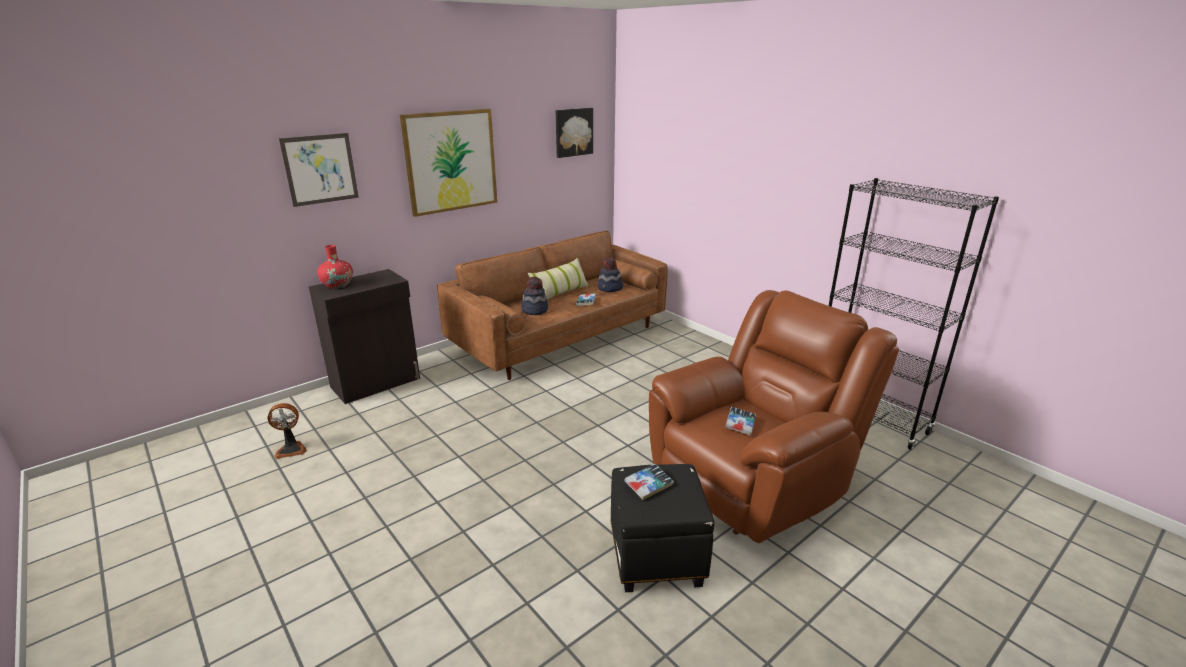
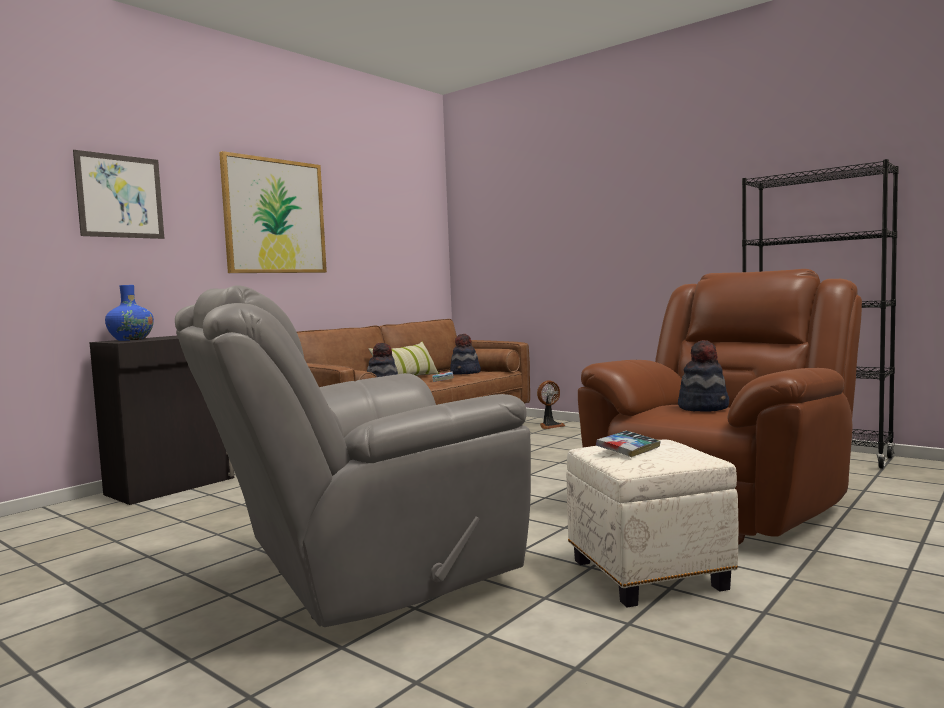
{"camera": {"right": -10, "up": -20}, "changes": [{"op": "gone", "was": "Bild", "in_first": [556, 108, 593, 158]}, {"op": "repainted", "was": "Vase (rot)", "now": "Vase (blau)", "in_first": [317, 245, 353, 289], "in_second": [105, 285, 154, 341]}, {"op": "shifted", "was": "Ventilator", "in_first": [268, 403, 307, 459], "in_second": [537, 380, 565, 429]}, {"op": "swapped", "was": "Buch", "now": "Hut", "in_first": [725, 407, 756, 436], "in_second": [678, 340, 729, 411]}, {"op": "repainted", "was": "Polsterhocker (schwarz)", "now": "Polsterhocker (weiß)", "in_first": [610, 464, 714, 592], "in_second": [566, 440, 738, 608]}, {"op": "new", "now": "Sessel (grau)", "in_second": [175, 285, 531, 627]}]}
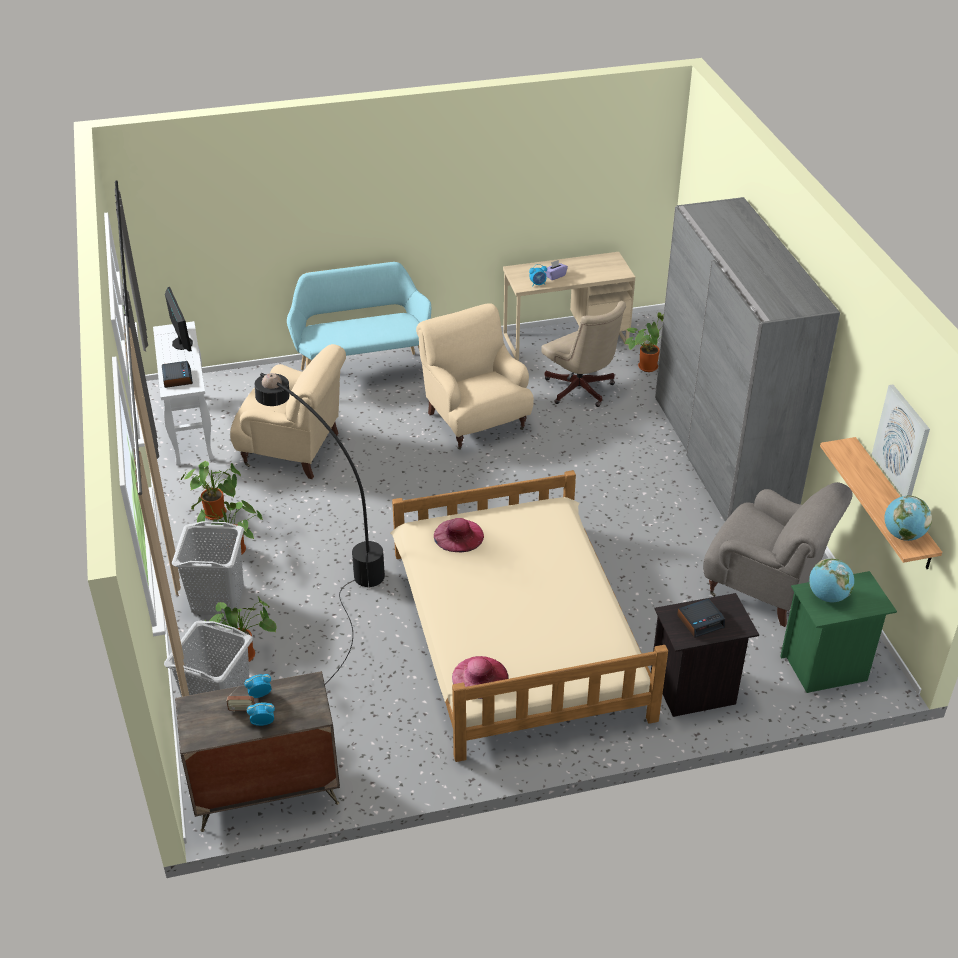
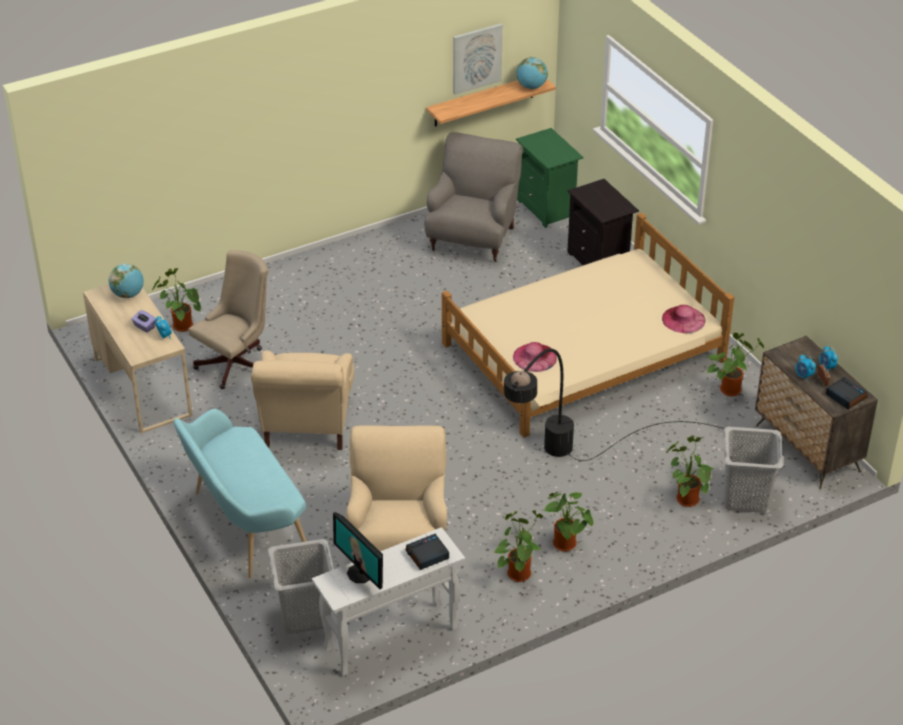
{"camera": {"right": -105, "up": 0}, "changes": [{"op": "gone", "was": "Kleiderschrank (grau)", "in_first": [655, 197, 840, 521]}, {"op": "rotated", "was": "Monitor", "in_first": [165, 287, 193, 352], "in_second": [333, 512, 383, 589], "clockwise": -90}, {"op": "rotated", "was": "Sessel (beige)", "in_first": [416, 303, 534, 450], "in_second": [251, 350, 354, 450], "clockwise": -45}, {"op": "shifted", "was": "Wäschekorb (grau)", "in_first": [172, 521, 244, 615], "in_second": [267, 539, 334, 634]}, {"op": "shifted", "was": "Globus", "in_first": [809, 559, 854, 602], "in_second": [108, 264, 144, 298]}, {"op": "shifted", "was": "Wecker", "in_first": [677, 598, 725, 638], "in_second": [826, 377, 868, 409]}, {"op": "new", "now": "Topfpflanze", "in_second": [707, 333, 764, 396]}]}
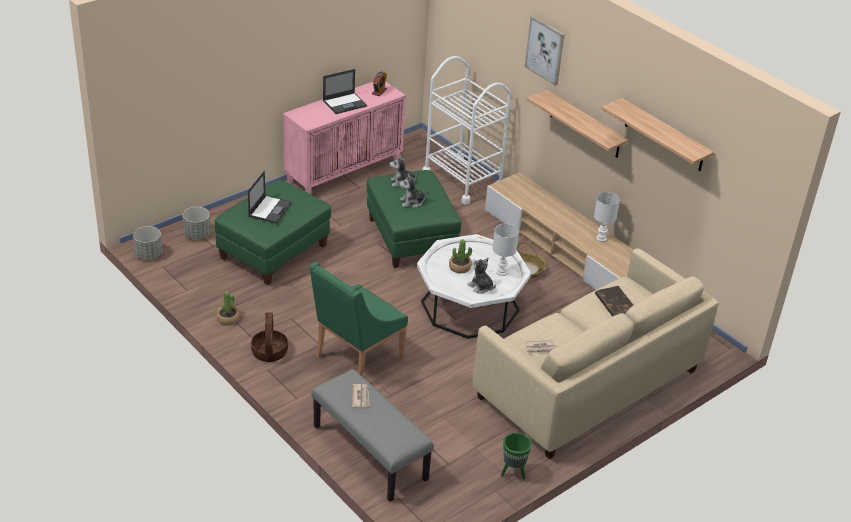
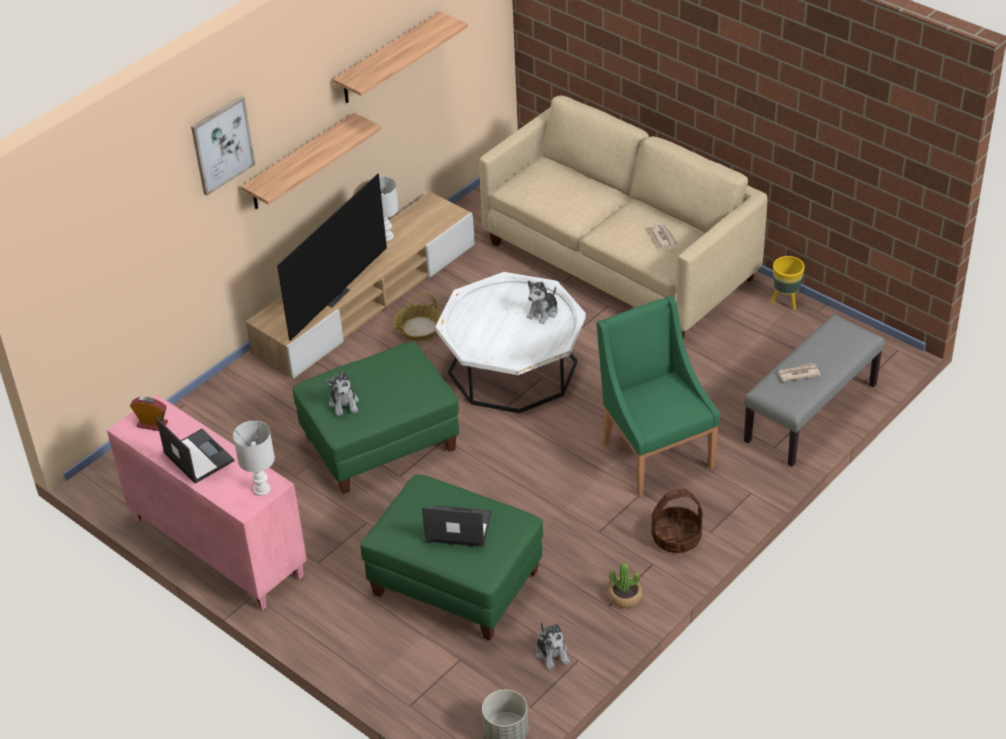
{"camera": {"right": -95, "up": 5}, "changes": [{"op": "gone", "was": "Rollwagen (weiß)", "in_first": [422, 56, 512, 205]}, {"op": "shifted", "was": "Plüschtier", "in_first": [399, 174, 429, 208], "in_second": [536, 622, 570, 670]}, {"op": "gone", "was": "Pflanzkübel (grau)", "in_first": [183, 207, 211, 239]}, {"op": "shifted", "was": "Tischlampe (weiß)", "in_first": [493, 223, 519, 276], "in_second": [233, 421, 275, 496]}, {"op": "gone", "was": "Topfpflanze", "in_first": [449, 239, 472, 273]}, {"op": "rotated", "was": "Sessel (grün)", "in_first": [310, 262, 408, 376], "in_second": [597, 296, 720, 497], "clockwise": -150}, {"op": "gone", "was": "Buch (braun)", "in_first": [595, 286, 633, 317]}, {"op": "repainted", "was": "Pflanzkübel (grün)", "now": "Pflanzkübel (gelb)", "in_first": [501, 433, 532, 480], "in_second": [770, 256, 805, 310]}, {"op": "new", "now": "Fernseher", "in_second": [277, 174, 387, 341]}]}
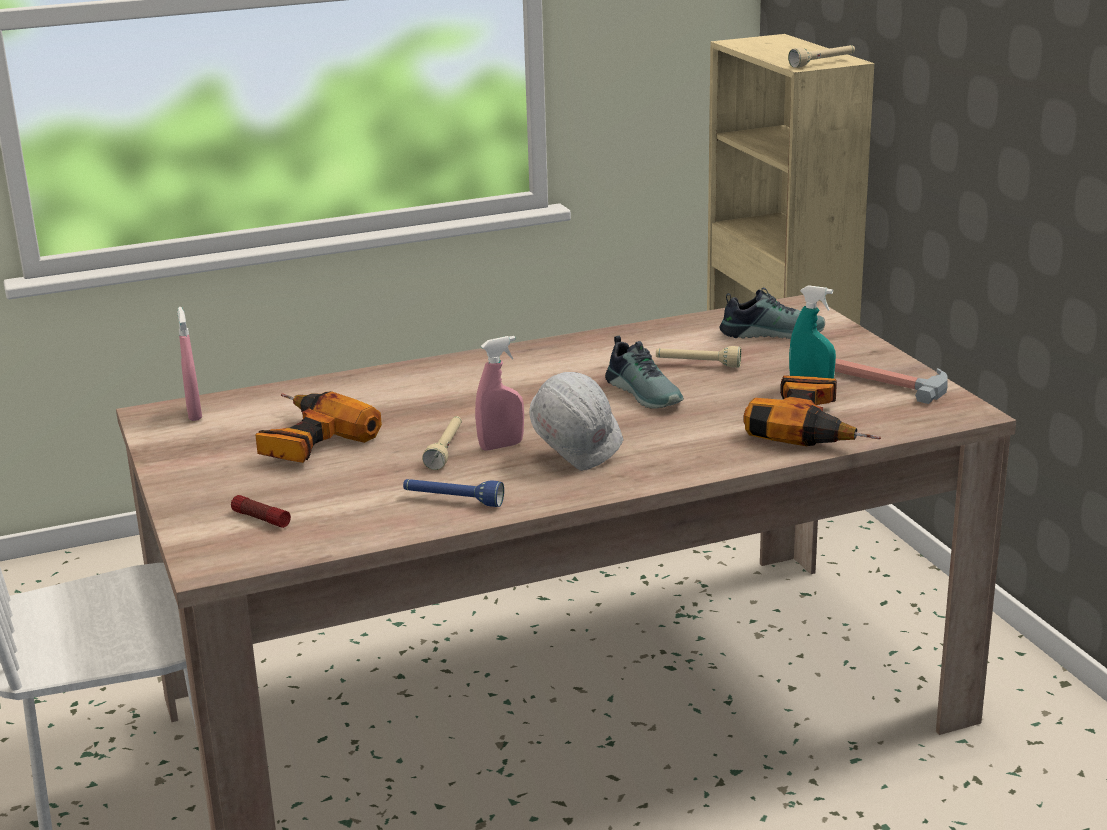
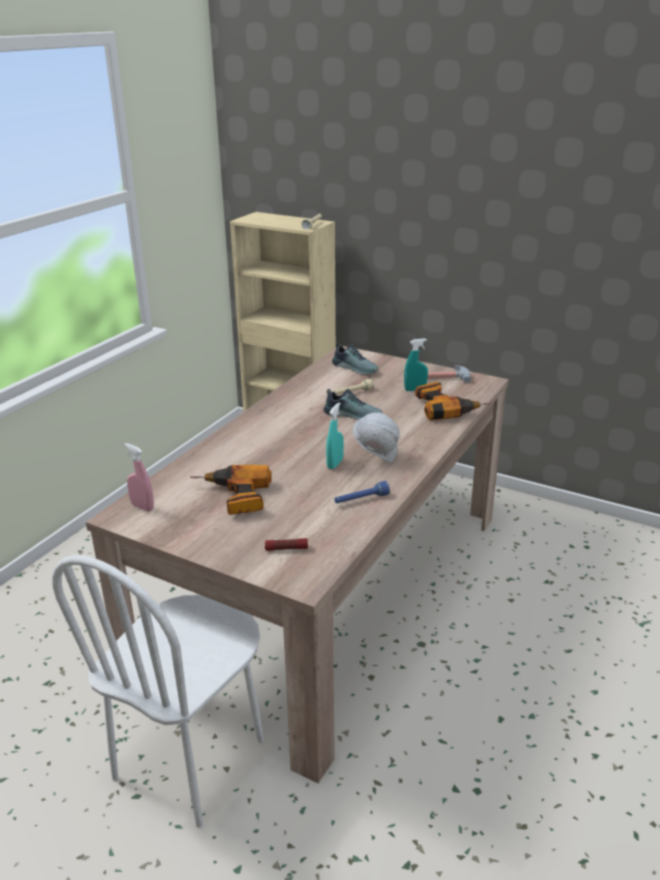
{"camera": {"right": -40, "up": 5}, "changes": [{"op": "rotated", "was": "Schuh", "in_first": [719, 287, 825, 339], "in_second": [332, 343, 379, 375], "clockwise": 75}, {"op": "repainted", "was": "Sprühflasche (rosa)", "now": "Sprühflasche (türkis)", "in_first": [475, 336, 524, 451], "in_second": [326, 402, 344, 469]}, {"op": "gone", "was": "Taschenlampe (beige)", "in_first": [422, 416, 462, 470]}]}
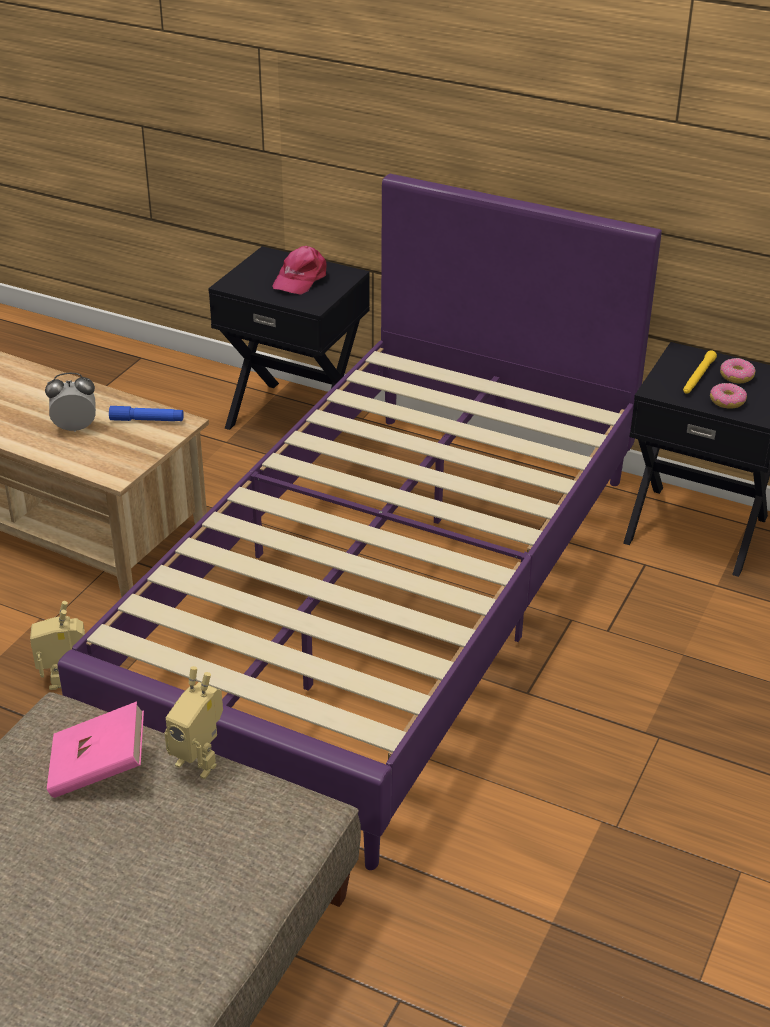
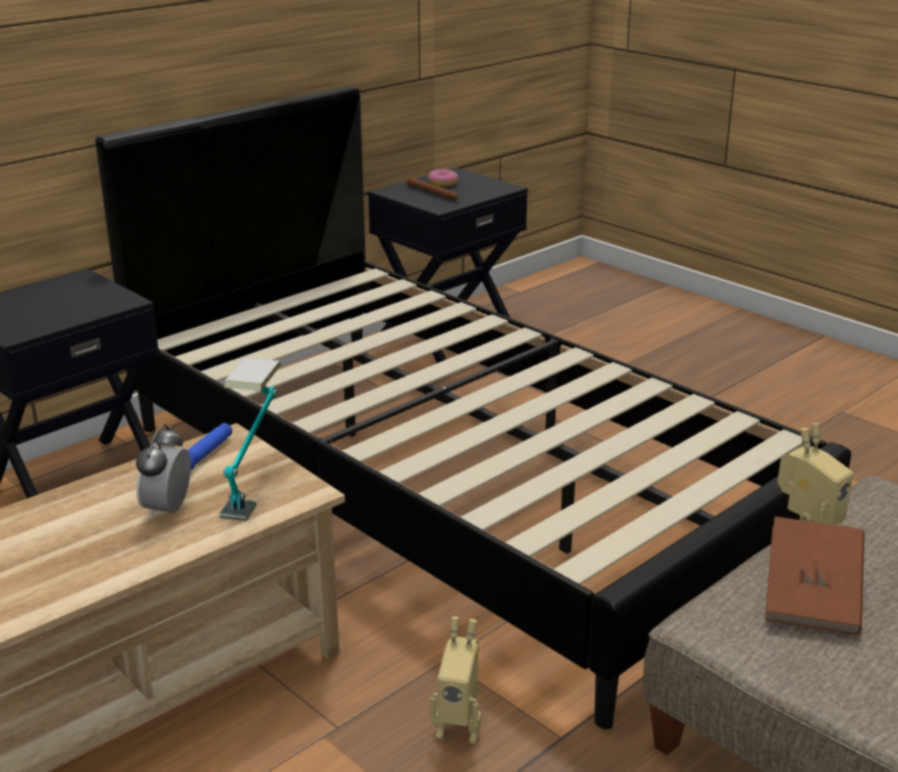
{"camera": {"right": -70, "up": -10}, "changes": [{"op": "repainted", "was": "Bett (lila)", "now": "Bett (schwarz)", "in_first": [58, 174, 662, 870], "in_second": [95, 86, 851, 729]}, {"op": "gone", "was": "Kappe (rosa)", "in_first": [272, 246, 327, 295]}, {"op": "repainted", "was": "Taschenlampe (gelb)", "now": "Taschenlampe (braun)", "in_first": [683, 350, 717, 394], "in_second": [407, 177, 459, 200]}, {"op": "gone", "was": "Donut", "in_first": [710, 383, 747, 409]}, {"op": "repainted", "was": "Buch (rosa)", "now": "Buch (braun)", "in_first": [47, 702, 144, 798], "in_second": [765, 516, 864, 635]}, {"op": "new", "now": "Tischlampe", "in_second": [219, 357, 281, 521]}]}
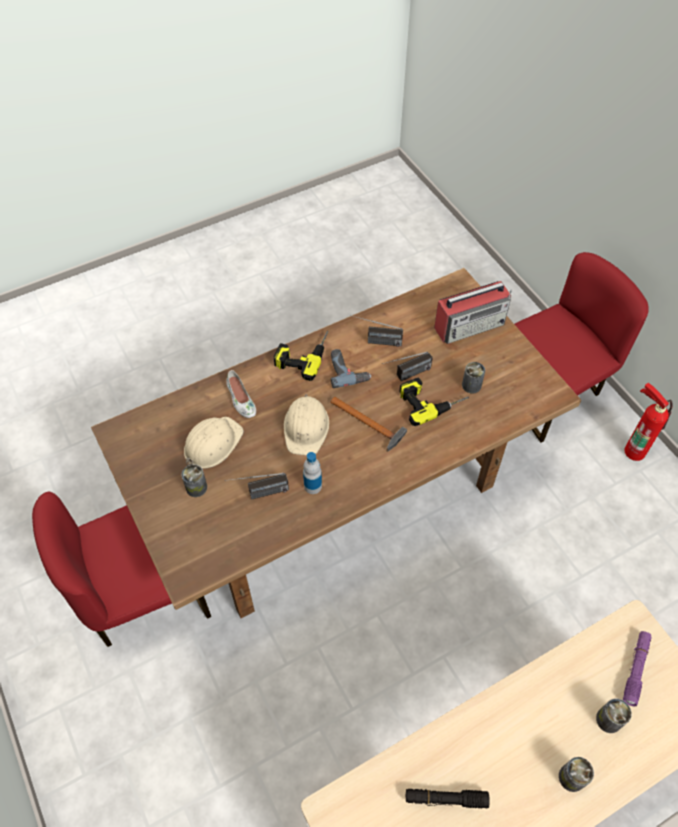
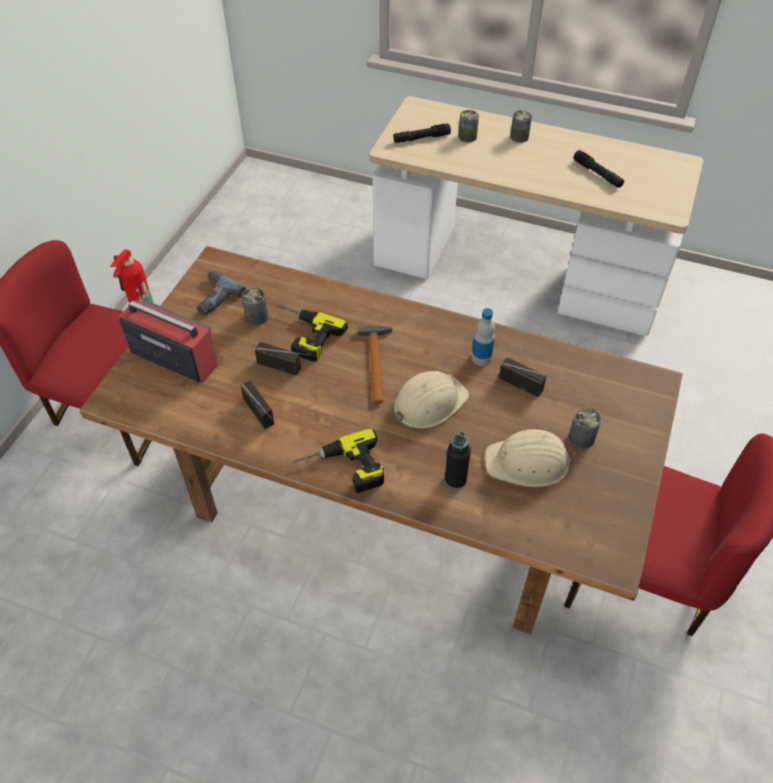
{"camera": {"right": -130, "up": -5}, "changes": [{"op": "shifted", "was": "Bohrmaschine", "in_first": [331, 349, 372, 388], "in_second": [197, 271, 246, 316]}, {"op": "swapped", "was": "Schuh (weiß)", "now": "Flasche (schwarz)", "in_first": [226, 370, 256, 418], "in_second": [445, 432, 471, 489]}, {"op": "repainted", "was": "Taschenlampe (lila)", "now": "Taschenlampe (schwarz)", "in_first": [623, 631, 652, 707], "in_second": [393, 123, 451, 143]}]}
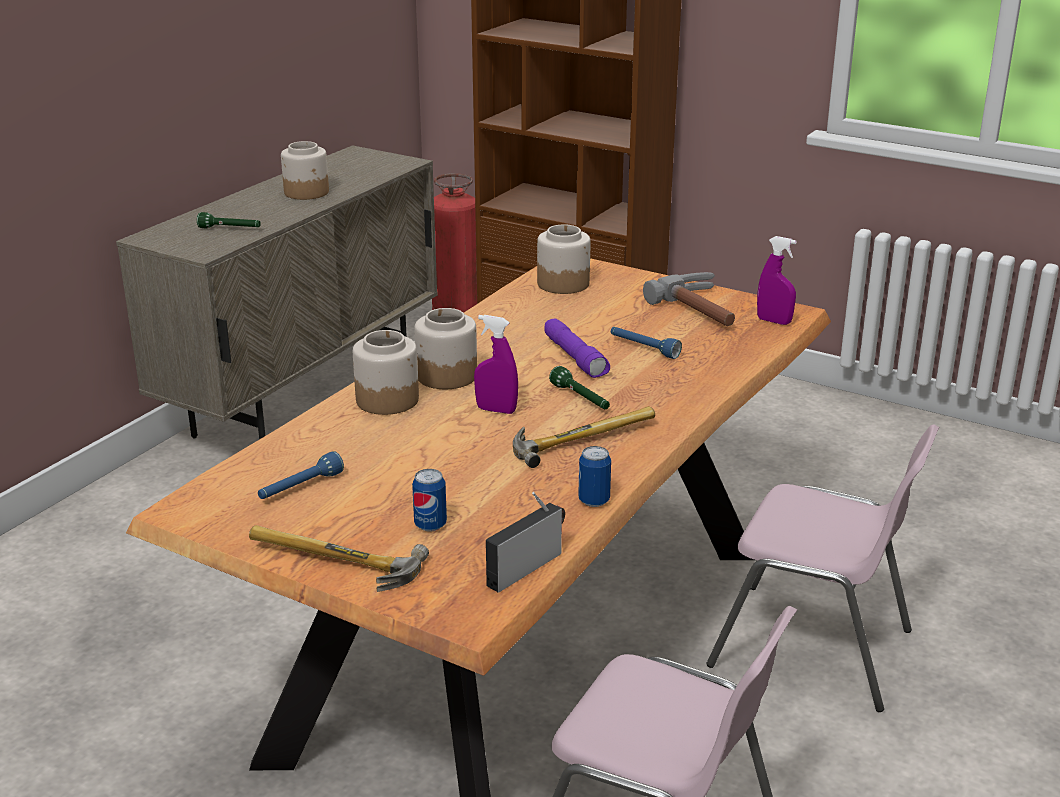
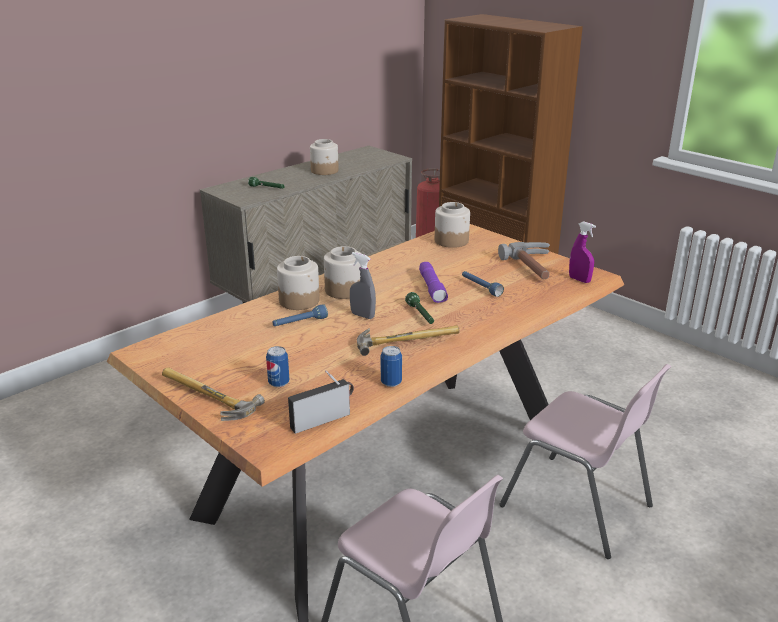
{"camera": {"right": 15, "up": 0}, "changes": [{"op": "repainted", "was": "Sprühflasche (lila)", "now": "Sprühflasche (grau)", "in_first": [474, 315, 518, 414], "in_second": [350, 252, 376, 319]}, {"op": "shifted", "was": "Taschenlampe (blau)", "in_first": [258, 451, 344, 499], "in_second": [272, 304, 328, 326]}]}
